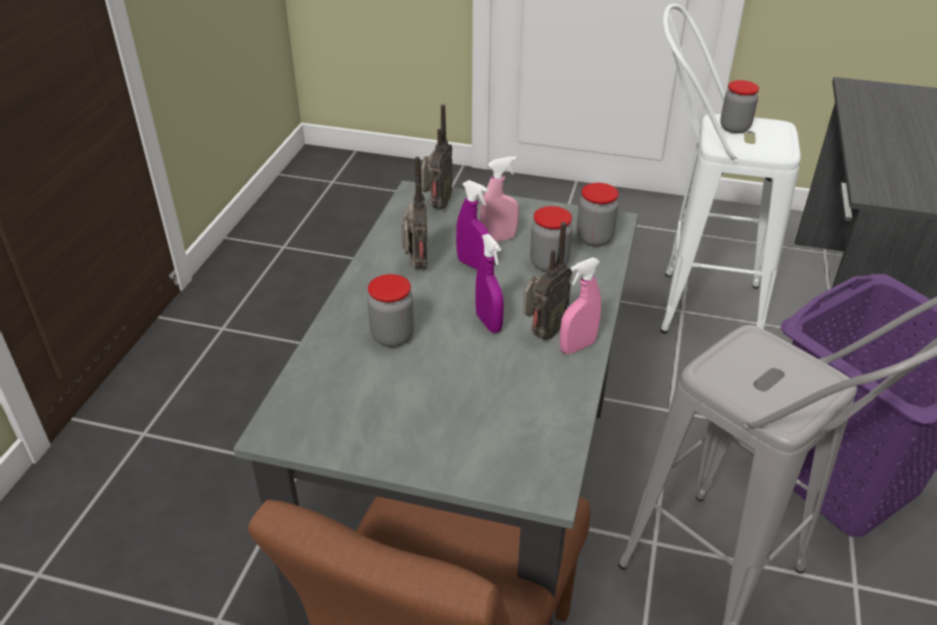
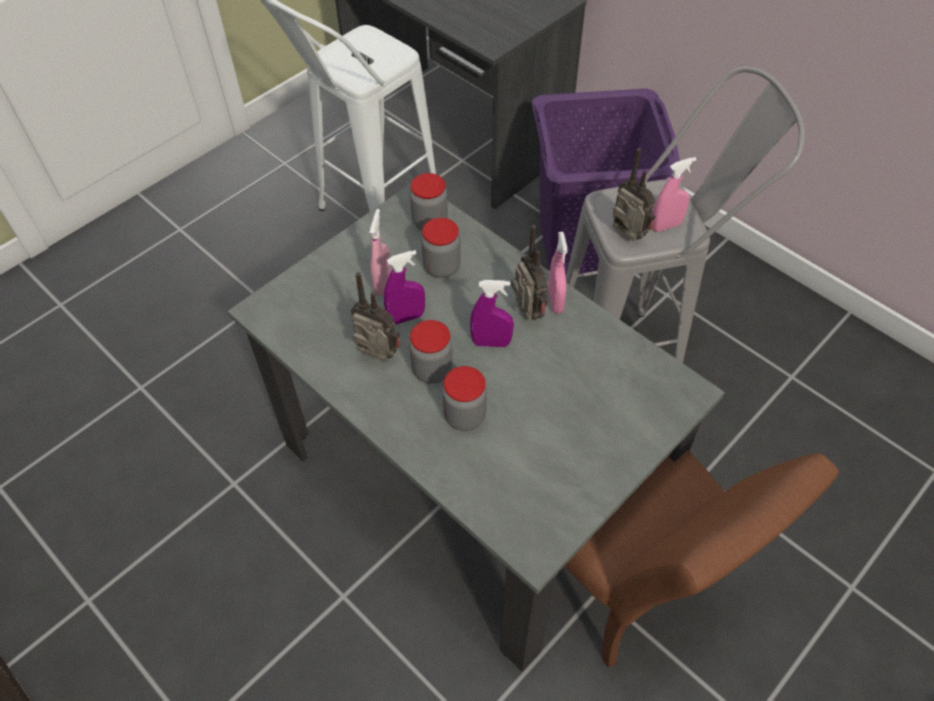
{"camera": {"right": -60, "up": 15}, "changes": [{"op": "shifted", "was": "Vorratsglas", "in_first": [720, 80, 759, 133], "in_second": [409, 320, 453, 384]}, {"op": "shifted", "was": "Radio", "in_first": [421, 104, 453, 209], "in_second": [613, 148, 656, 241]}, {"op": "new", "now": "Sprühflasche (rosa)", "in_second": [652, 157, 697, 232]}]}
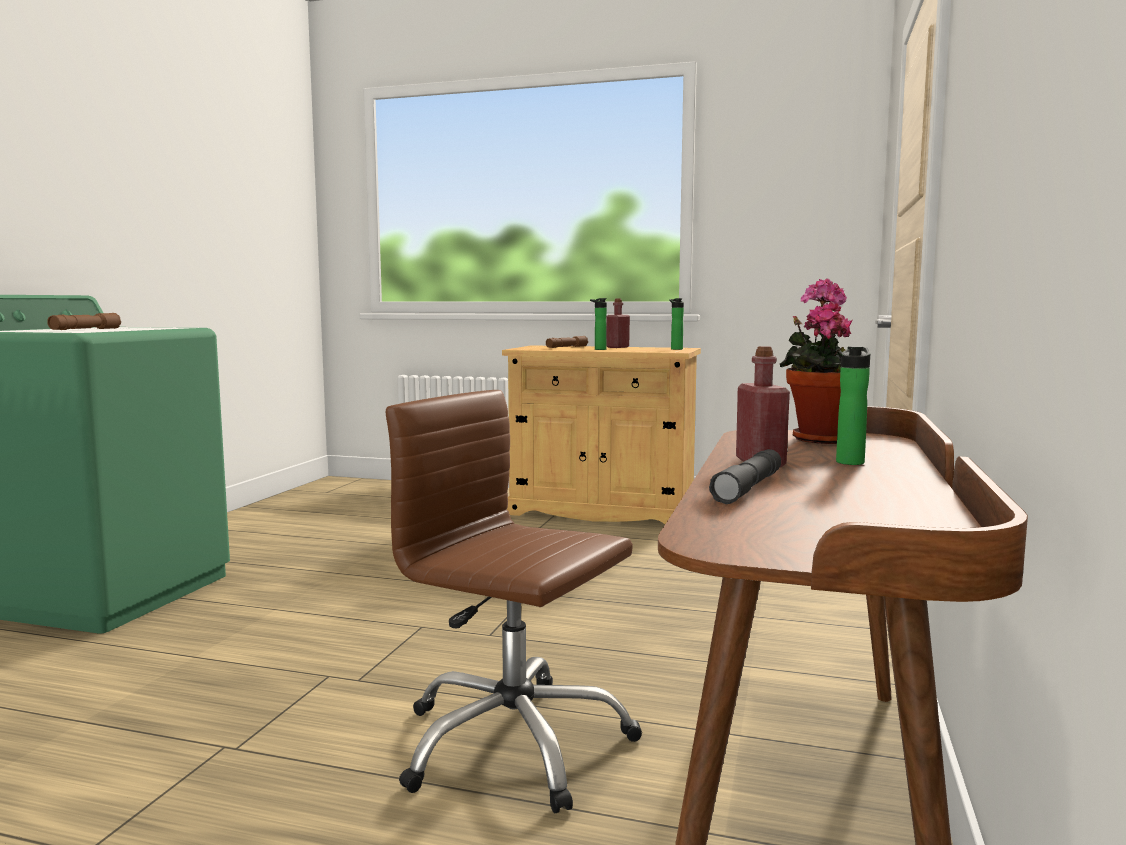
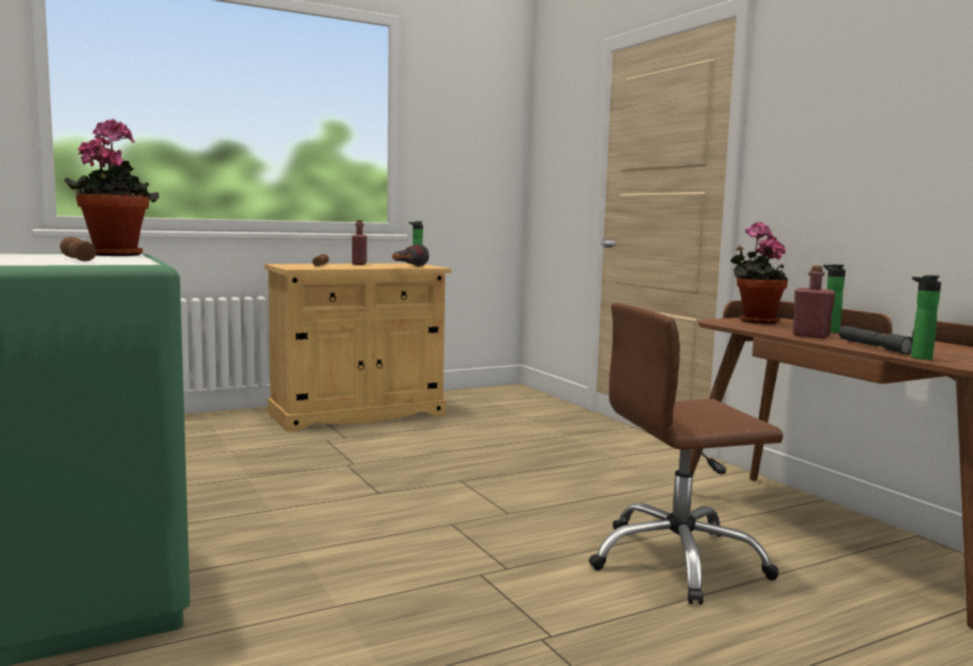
{"camera": {"right": -45, "up": 0}, "changes": [{"op": "shifted", "was": "Flasche", "in_first": [590, 298, 607, 350], "in_second": [911, 275, 941, 360]}, {"op": "new", "now": "Topfpflanze", "in_second": [64, 119, 159, 256]}, {"op": "new", "now": "Taschenlampe", "in_second": [392, 244, 429, 267]}]}
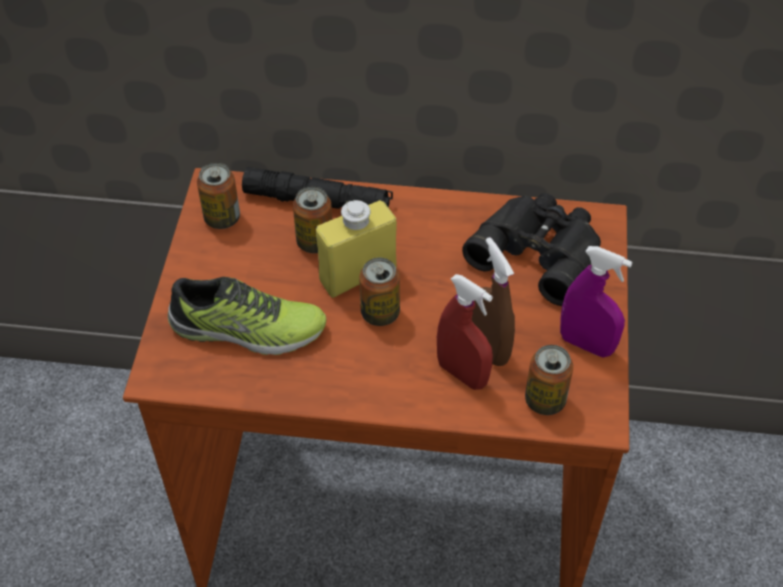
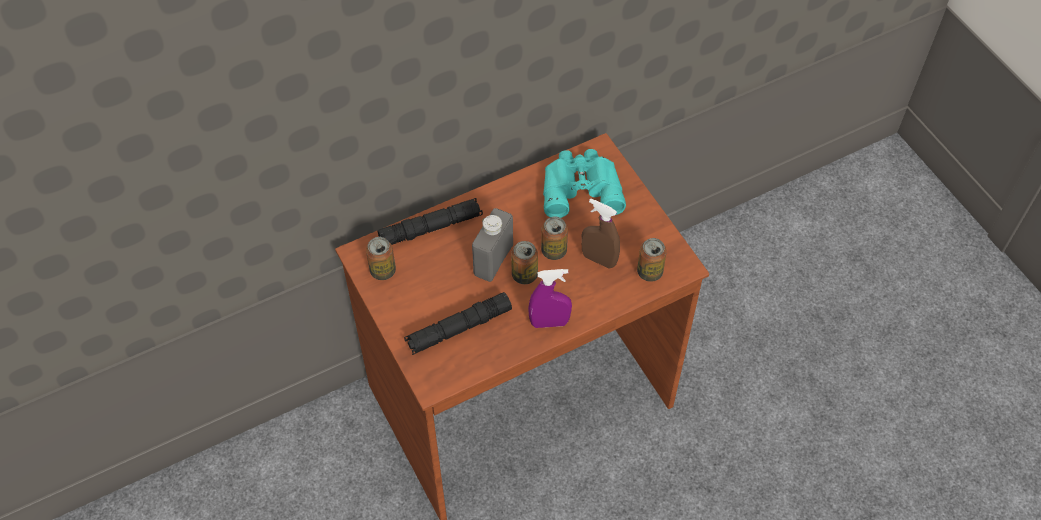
{"camera": {"right": -35, "up": 5}, "changes": [{"op": "shifted", "was": "Dose", "in_first": [293, 187, 332, 253], "in_second": [541, 217, 568, 260]}, {"op": "repainted", "was": "Fernglas (schwarz)", "now": "Fernglas (türkis)", "in_first": [462, 193, 601, 306], "in_second": [543, 149, 626, 218]}, {"op": "repainted", "was": "Flasche (gelb)", "now": "Flasche (grau)", "in_first": [316, 200, 397, 298], "in_second": [472, 208, 513, 282]}, {"op": "shifted", "was": "Sprühflasche (lila)", "in_first": [560, 246, 632, 357], "in_second": [528, 269, 572, 328]}, {"op": "gone", "was": "Sprühflasche (rot)", "in_first": [437, 274, 493, 390]}, {"op": "swapped", "was": "Schuh", "now": "Taschenlampe (schwarz)", "in_first": [168, 277, 326, 355], "in_second": [404, 292, 512, 355]}]}
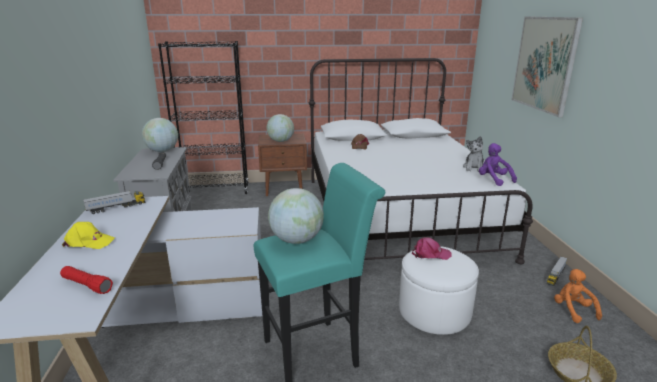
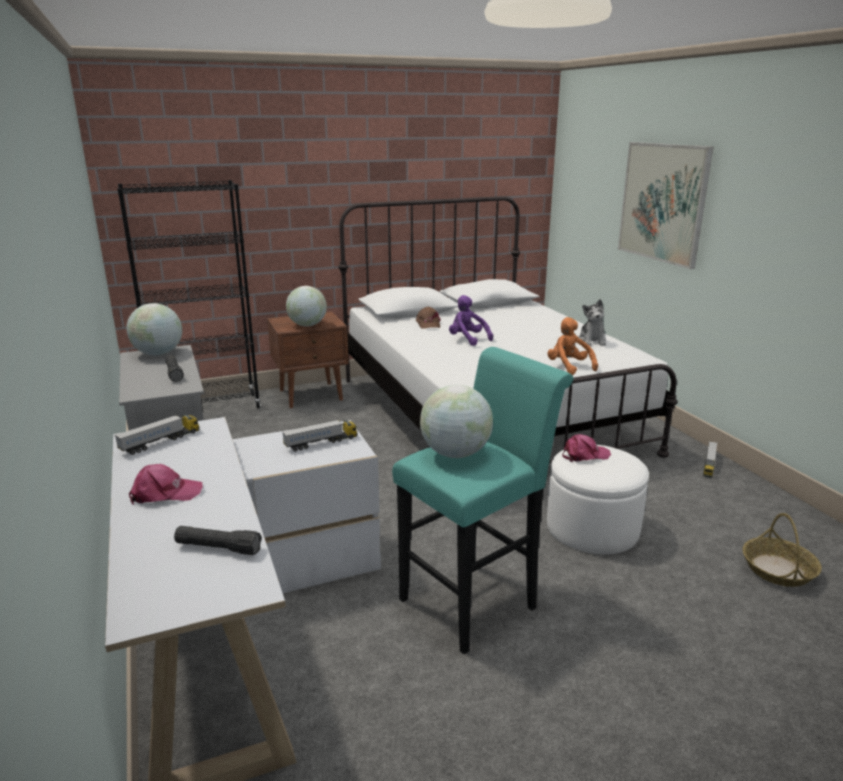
{"camera": {"right": -15, "up": 0}, "changes": [{"op": "shifted", "was": "Plüschtier (lila)", "in_first": [479, 143, 517, 186], "in_second": [449, 295, 493, 346]}, {"op": "repainted", "was": "Kappe (gelb)", "now": "Kappe (rosa)", "in_first": [62, 222, 115, 249], "in_second": [129, 464, 203, 505]}, {"op": "repainted", "was": "Taschenlampe (rot)", "now": "Taschenlampe (schwarz)", "in_first": [60, 266, 113, 294], "in_second": [174, 526, 262, 555]}, {"op": "shifted", "was": "Plüschtier (orange)", "in_first": [554, 269, 602, 323], "in_second": [547, 317, 598, 375]}, {"op": "new", "now": "Spielzeuglaster", "in_second": [282, 420, 357, 452]}]}
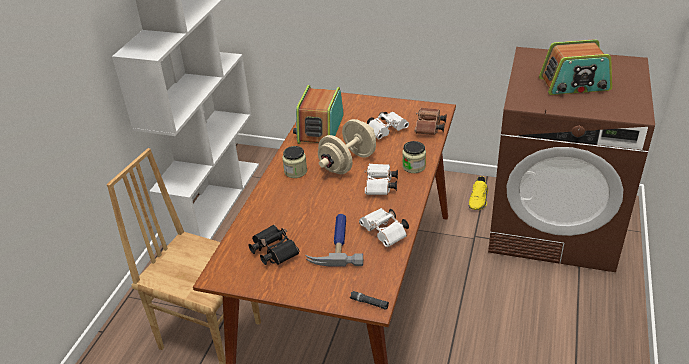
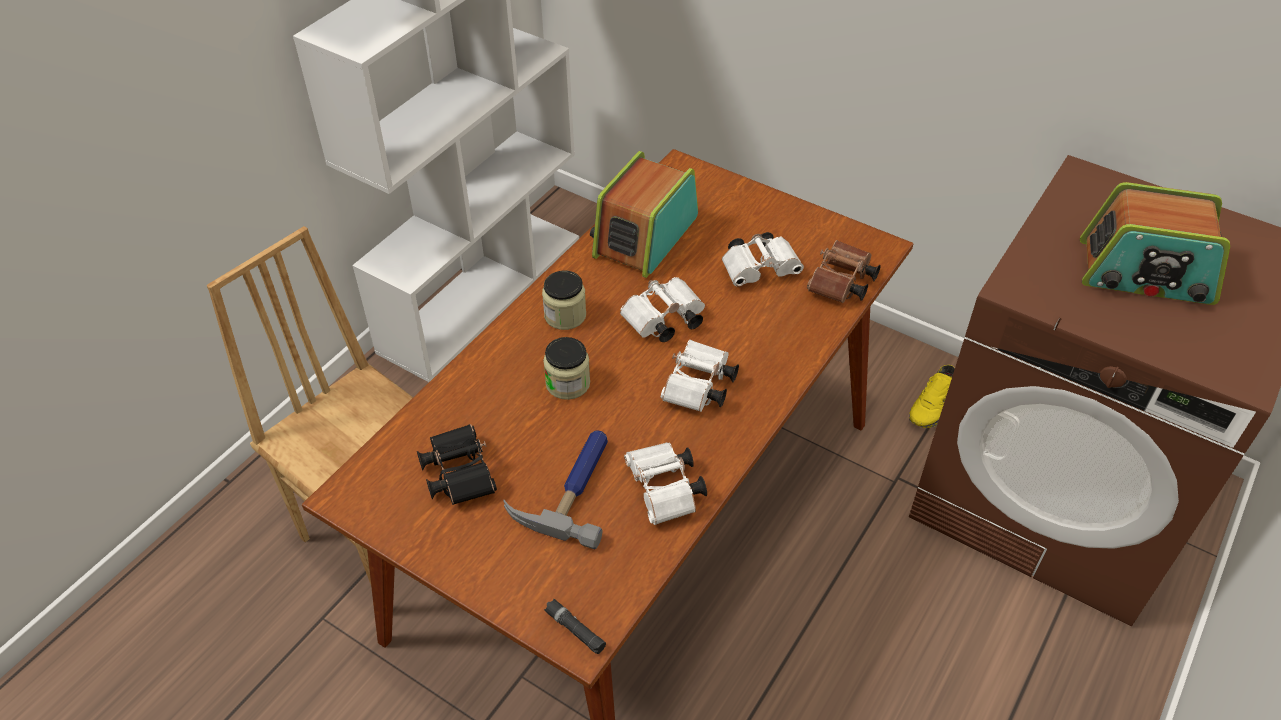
{"camera": {"right": 15, "up": 10}, "changes": [{"op": "swapped", "was": "Hantel (beige)", "now": "Fernglas (weiß)", "in_first": [318, 119, 376, 174], "in_second": [620, 277, 705, 342]}, {"op": "shifted", "was": "Vorratsglas", "in_first": [402, 141, 426, 173], "in_second": [543, 337, 590, 400]}]}
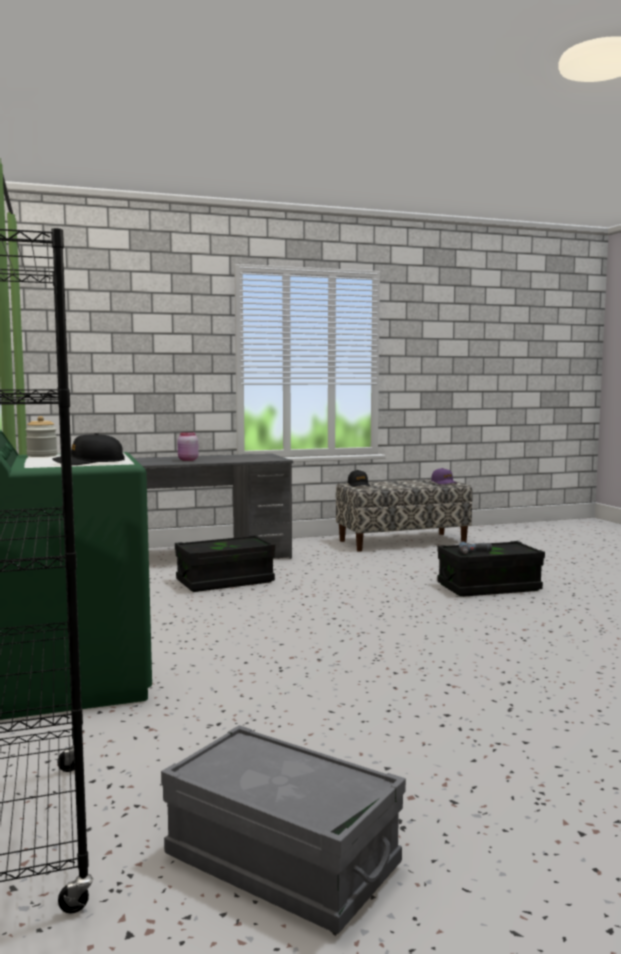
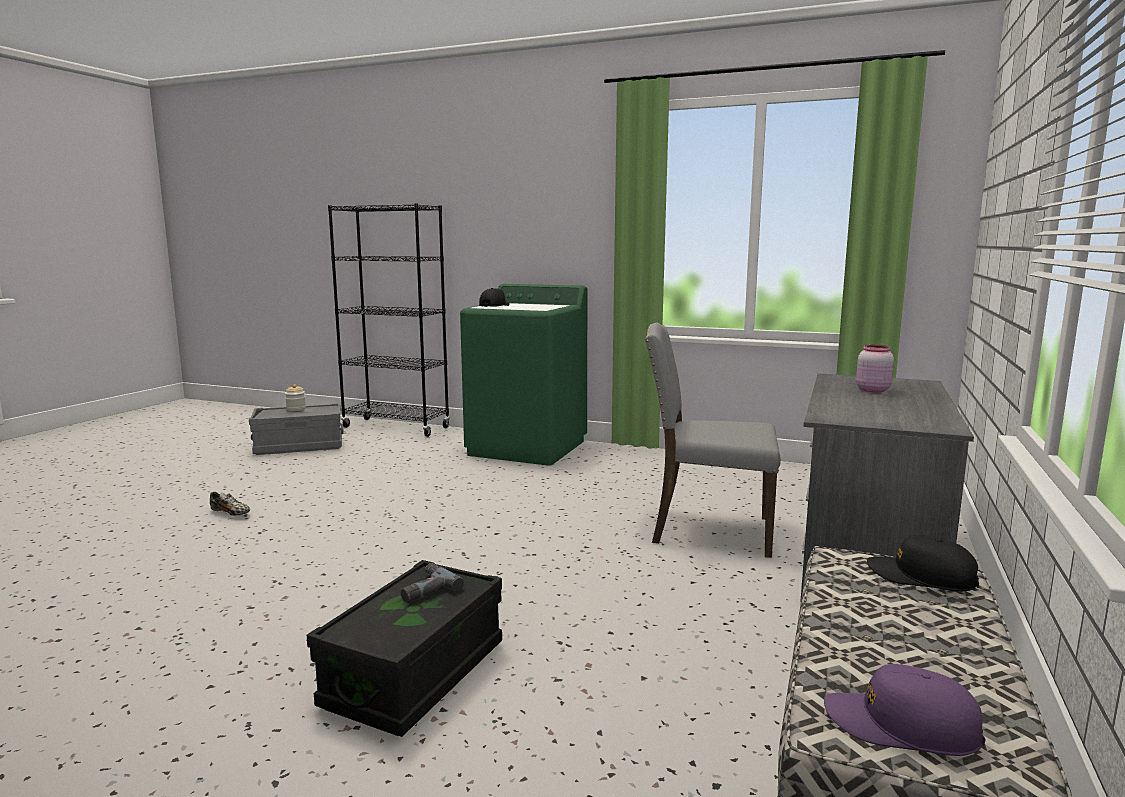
{"camera": {"right": 130, "up": 5}, "changes": [{"op": "shifted", "was": "Vorratsglas", "in_first": [25, 416, 57, 457], "in_second": [285, 384, 306, 411]}, {"op": "swapped", "was": "Aufbewahrungsbox (schwarz)", "now": "Stuhl (grau)", "in_first": [175, 535, 275, 592], "in_second": [645, 323, 781, 558]}, {"op": "new", "now": "Schuh", "in_second": [210, 492, 250, 516]}]}
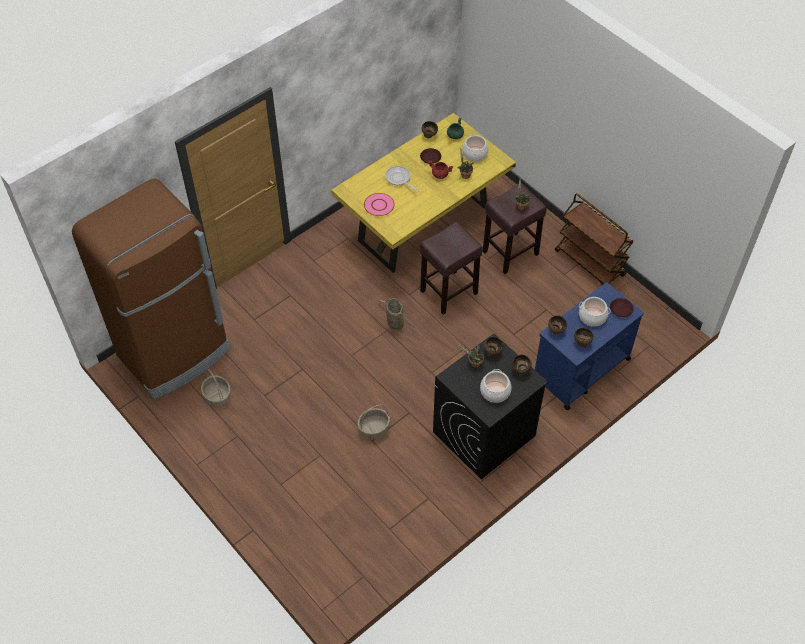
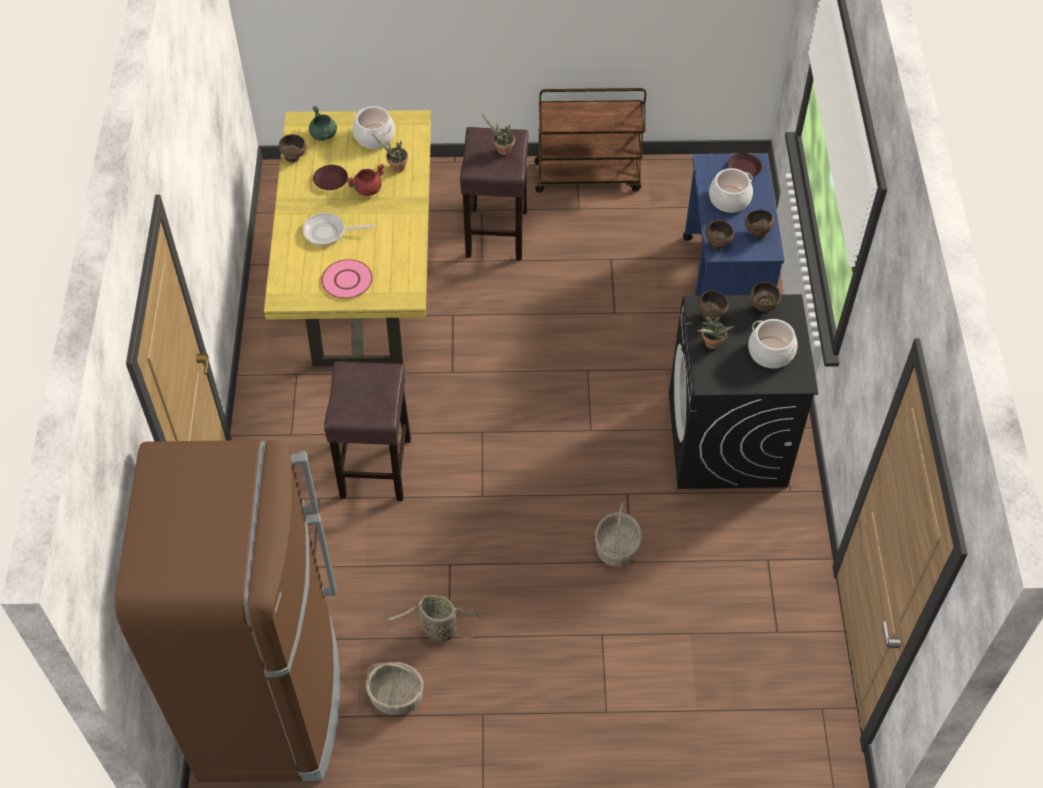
{"camera": {"right": -50, "up": 0}, "changes": [{"op": "shifted", "was": "Hocker (braun)", "in_first": [420, 222, 483, 314], "in_second": [324, 361, 411, 501]}, {"op": "shifted", "was": "Korb", "in_first": [378, 298, 415, 337], "in_second": [386, 595, 477, 642]}]}
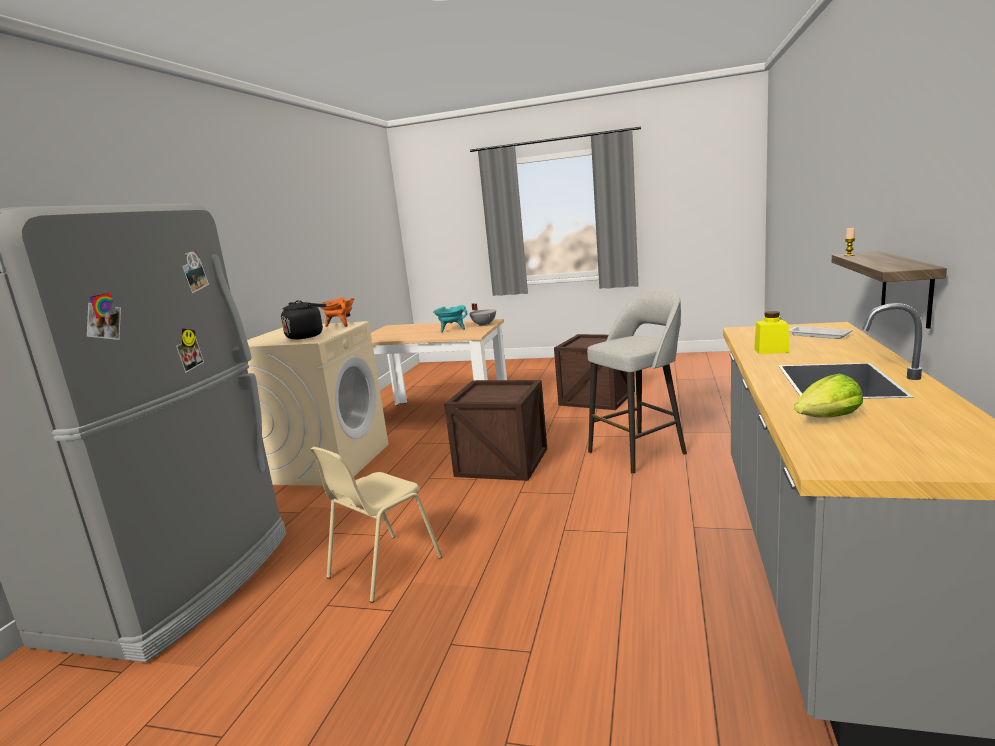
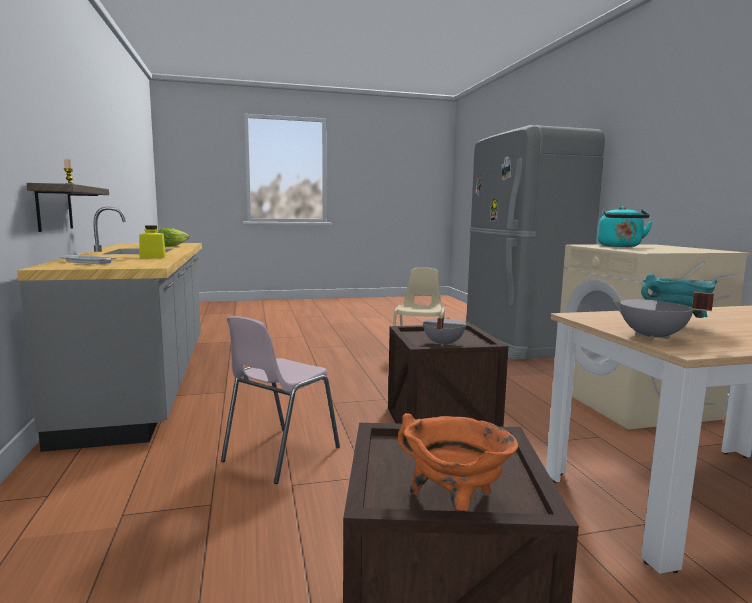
{"camera": {"right": 150, "up": -5}, "changes": [{"op": "swapped", "was": "Hocker (grau)", "now": "Stuhl (rosa)", "in_first": [587, 290, 687, 474], "in_second": [221, 316, 340, 484]}, {"op": "shifted", "was": "Kochtopf (orange)", "in_first": [320, 297, 354, 327], "in_second": [398, 413, 518, 511]}, {"op": "repainted", "was": "Wasserkessel (schwarz)", "now": "Wasserkessel (türkis)", "in_first": [281, 300, 326, 340], "in_second": [598, 206, 653, 247]}, {"op": "new", "now": "Kochtopf (grau)", "in_second": [423, 316, 466, 346]}]}
